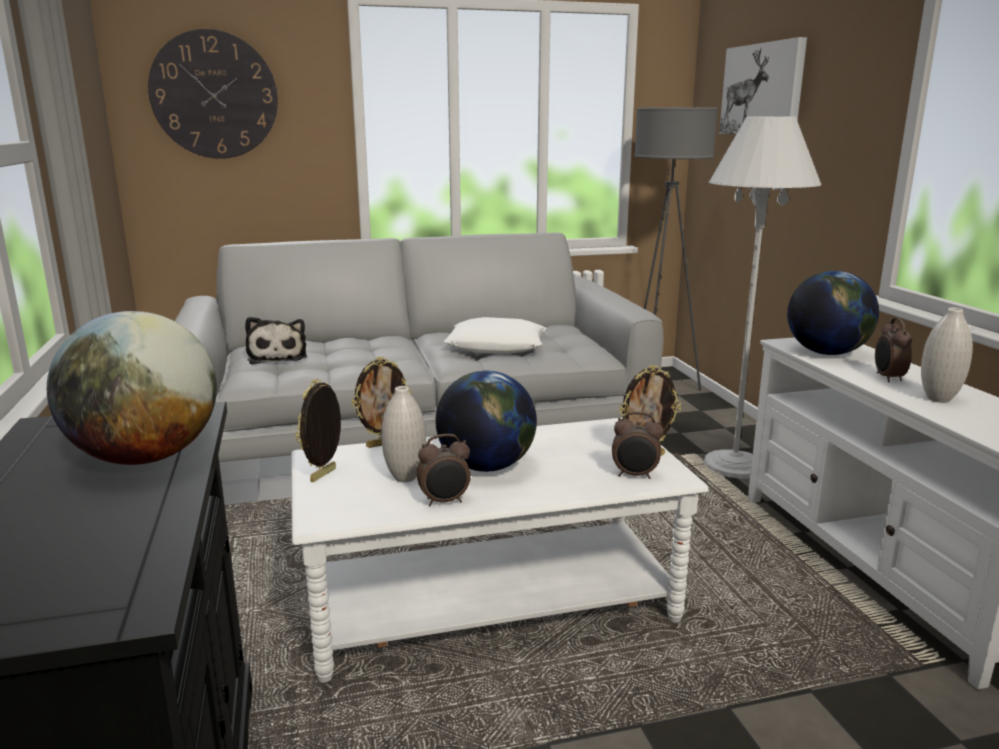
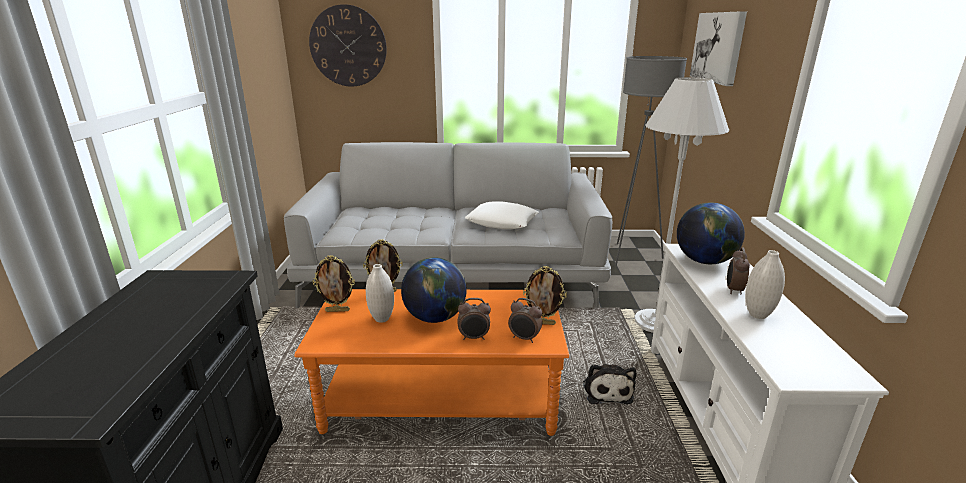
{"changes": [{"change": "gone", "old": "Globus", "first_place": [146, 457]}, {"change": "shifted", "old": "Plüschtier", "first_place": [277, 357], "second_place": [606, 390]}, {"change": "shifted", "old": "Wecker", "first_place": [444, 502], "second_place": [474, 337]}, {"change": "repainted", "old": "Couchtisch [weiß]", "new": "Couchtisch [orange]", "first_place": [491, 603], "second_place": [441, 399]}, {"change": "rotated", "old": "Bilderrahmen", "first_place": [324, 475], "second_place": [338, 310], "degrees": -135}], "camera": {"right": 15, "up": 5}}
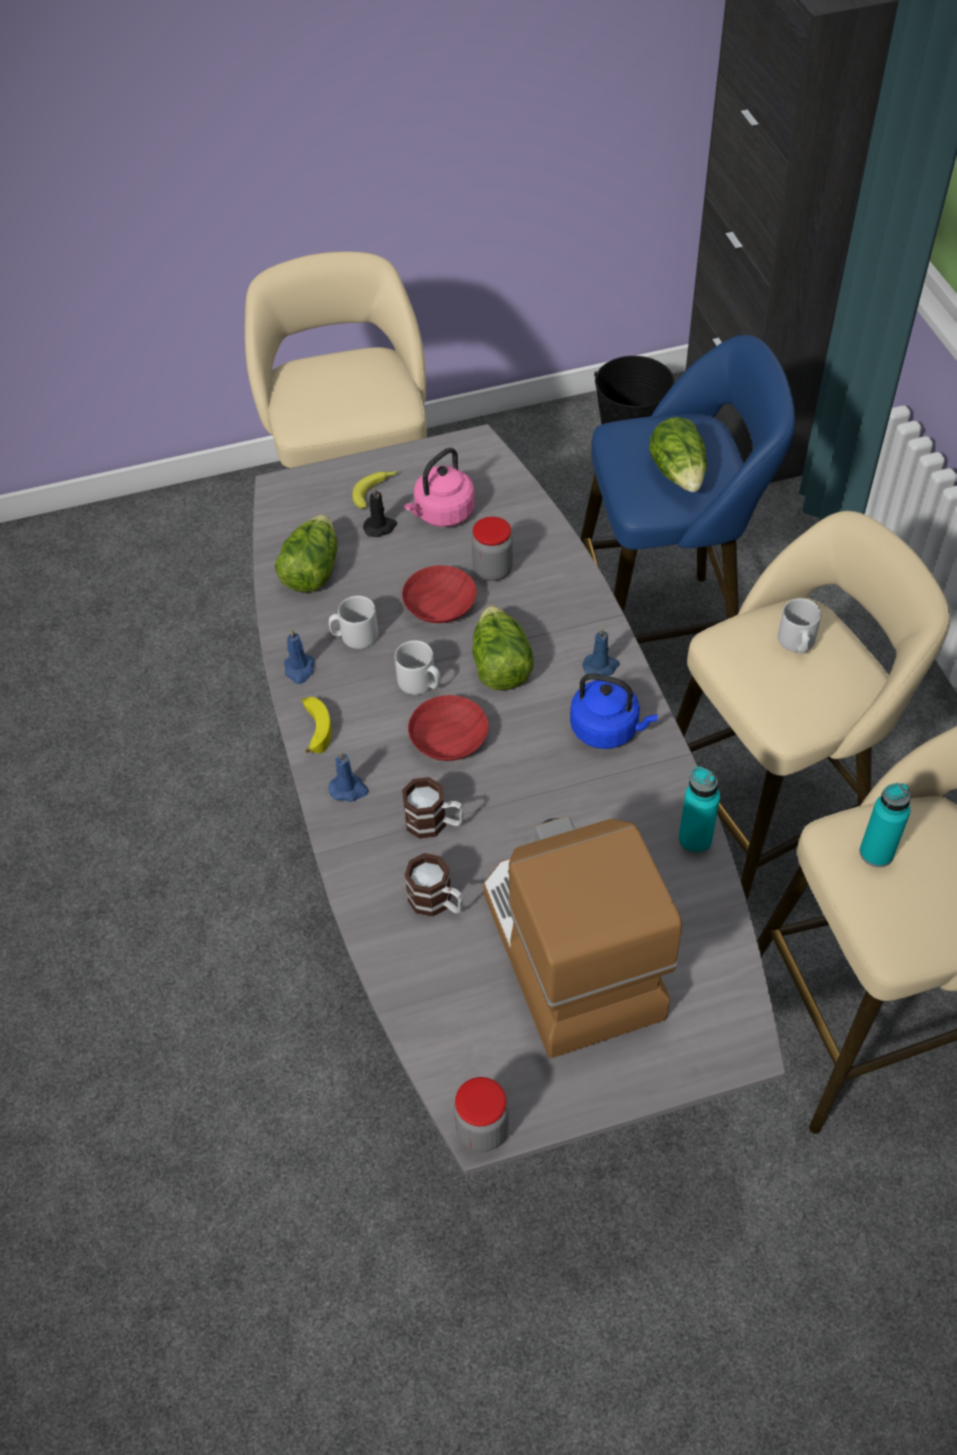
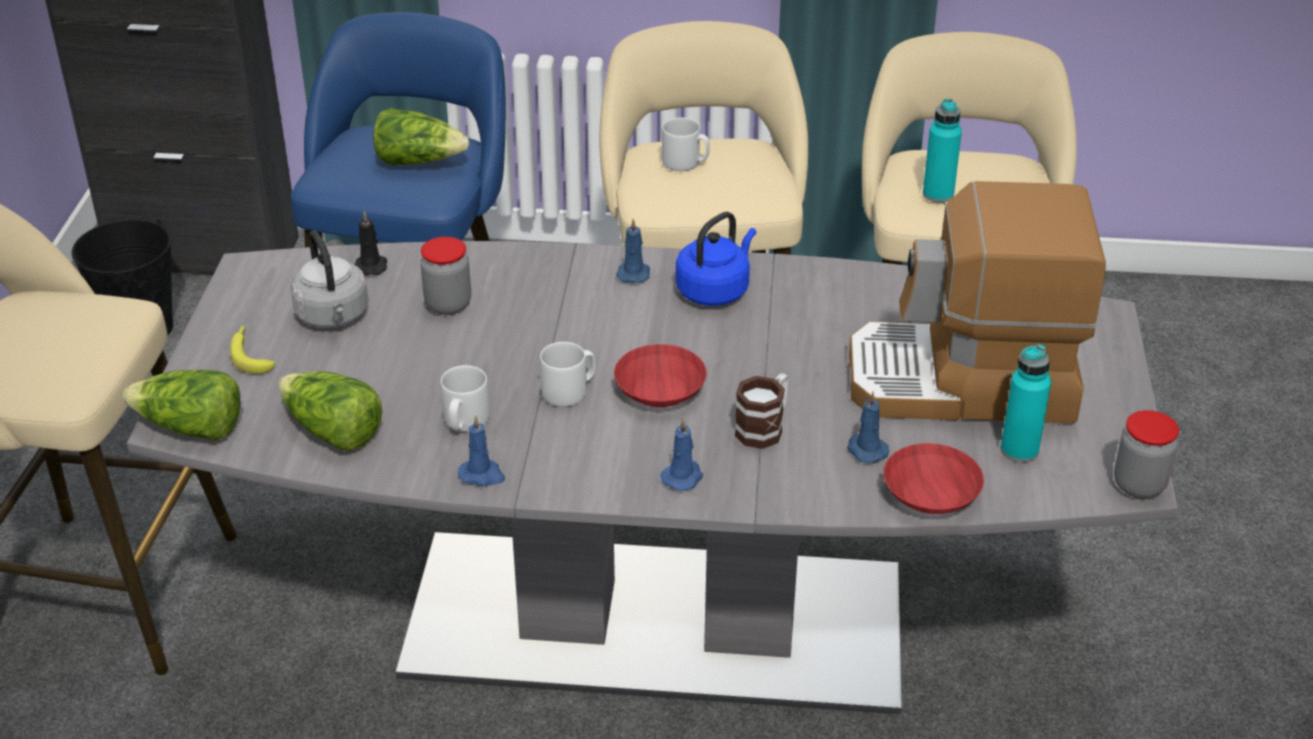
{"changes": [{"change": "gone", "old": "Banane", "first_place": [314, 728]}, {"change": "shifted", "old": "Kerze [schwarz]", "first_place": [380, 527], "second_place": [371, 266]}, {"change": "shifted", "old": "Schüssel [rot]", "first_place": [438, 606], "second_place": [932, 496]}, {"change": "shifted", "old": "Salatkopf", "first_place": [499, 664], "second_place": [191, 428]}, {"change": "shifted", "old": "Flasche [türkis]", "first_place": [695, 840], "second_place": [1019, 450]}, {"change": "swapped", "old": "Henkelbecher", "new": "Kerze [blau]", "first_place": [437, 902], "second_place": [865, 450]}, {"change": "repainted", "old": "Wasserkessel [rosa]", "new": "Wasserkessel [grau]", "first_place": [442, 514], "second_place": [333, 317]}], "camera": {"right": -70, "up": -15}}
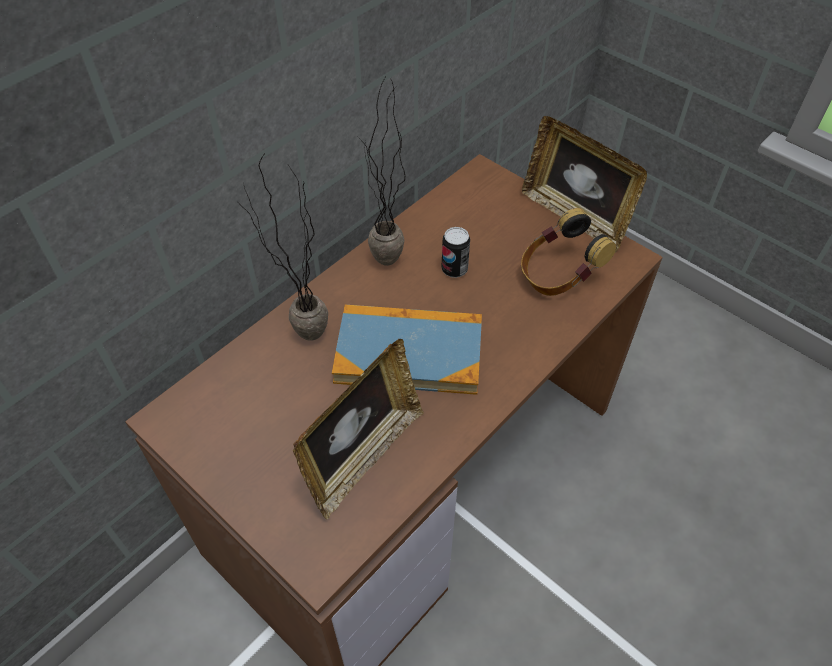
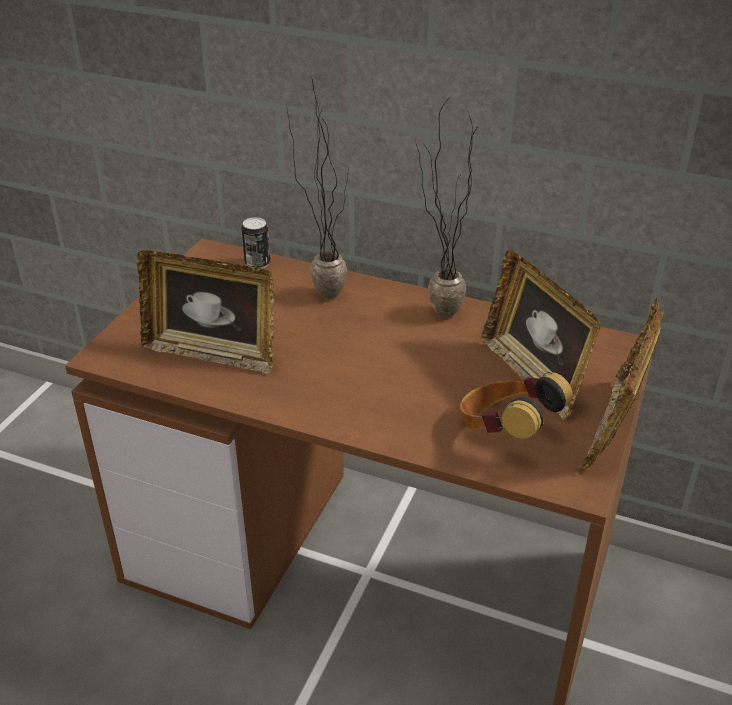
{"changes": [{"change": "gone", "old": "Buch", "first_place": [409, 352]}, {"change": "new", "new": "Bilderrahmen", "second_place": [533, 375]}, {"change": "shifted", "old": "Dose", "first_place": [454, 269], "second_place": [257, 264]}], "camera": {"right": 70, "up": -15}}
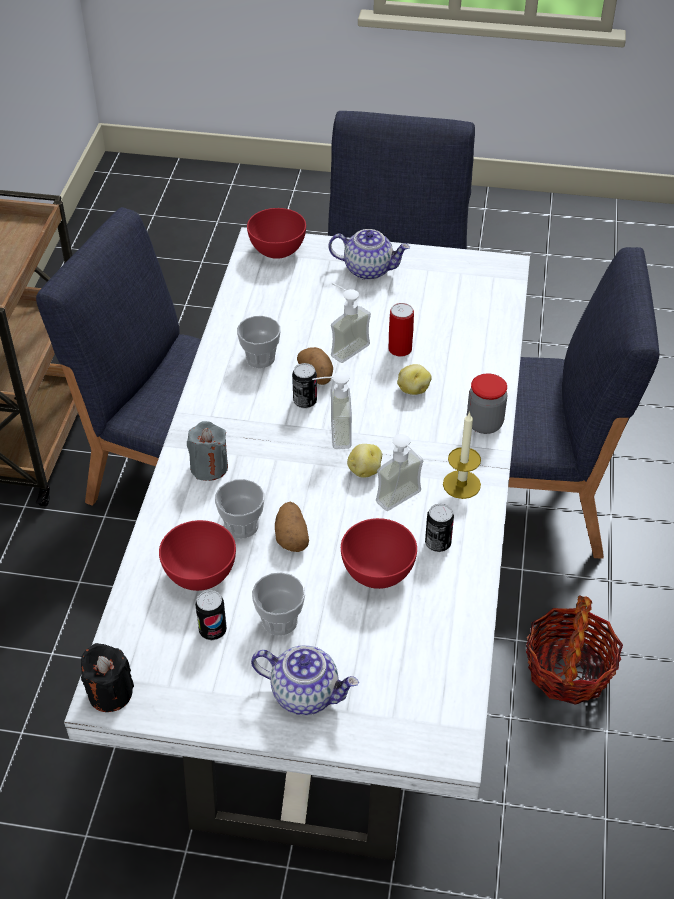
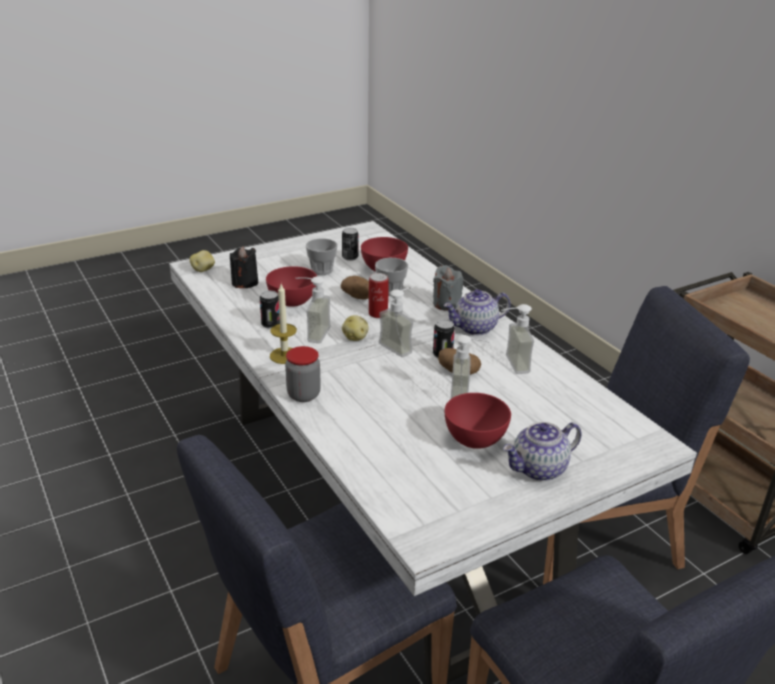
{"changes": [{"change": "gone", "old": "Korb", "first_place": [568, 670]}, {"change": "shifted", "old": "Kerze [schwarz]", "first_place": [110, 693], "second_place": [245, 283]}, {"change": "shifted", "old": "Schüssel [rot]", "first_place": [278, 251], "second_place": [474, 439]}, {"change": "shifted", "old": "Teekanne", "first_place": [306, 693], "second_place": [475, 328]}, {"change": "shifted", "old": "Dose", "first_place": [400, 349], "second_place": [378, 314]}, {"change": "shifted", "old": "Kartoffel", "first_place": [413, 389], "second_place": [203, 270]}, {"change": "swapped", "old": "Tasse", "new": "Seifenspender", "first_place": [260, 358], "second_place": [510, 365]}], "camera": {"right": 140, "up": -15}}
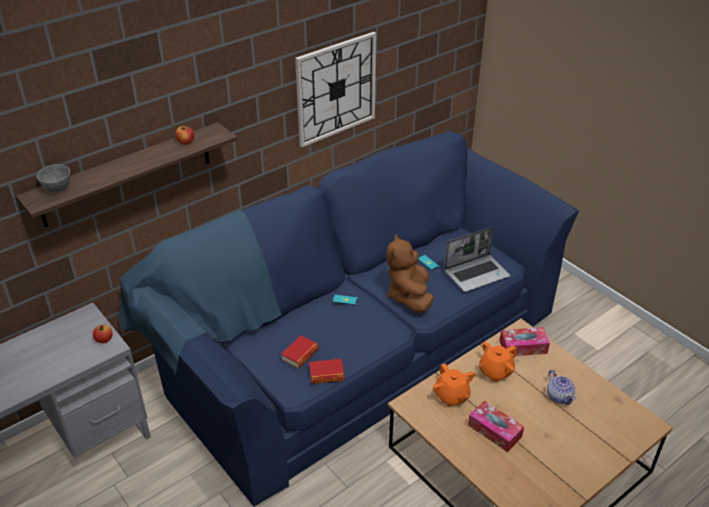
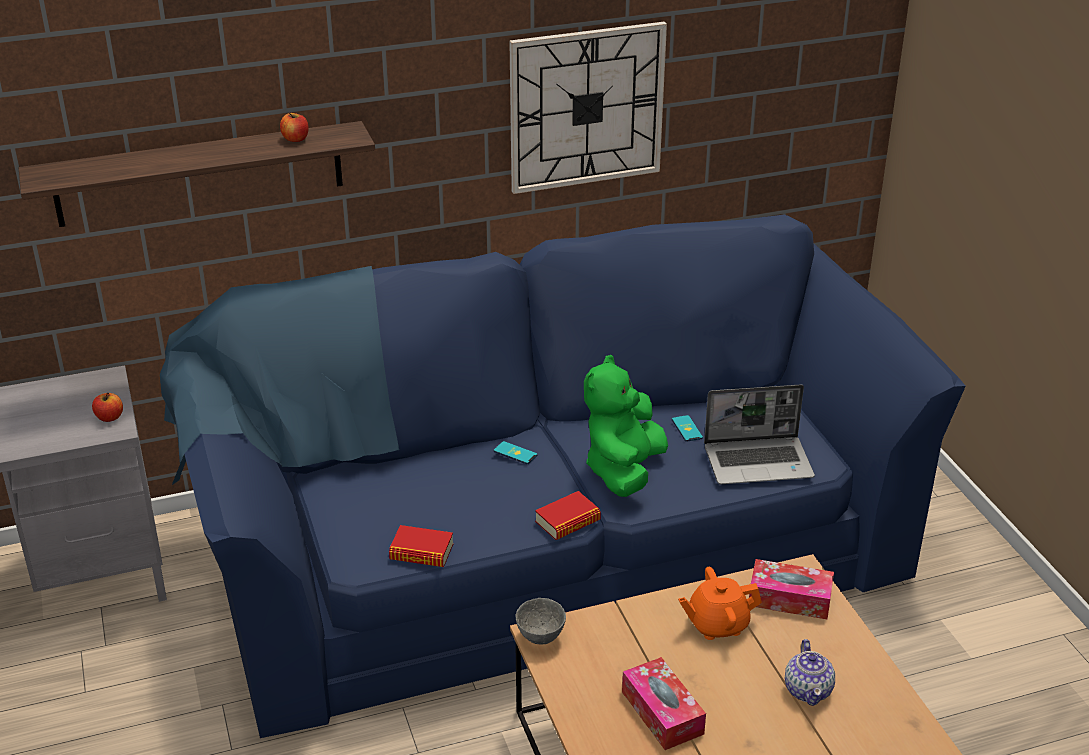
{"changes": [{"change": "gone", "old": "Teekanne [orange]", "first_place": [451, 396]}, {"change": "shifted", "old": "Schüssel [grau]", "first_place": [58, 189], "second_place": [541, 637]}, {"change": "shifted", "old": "Buch", "first_place": [300, 355], "second_place": [567, 521]}, {"change": "repainted", "old": "Plüschtier [braun]", "new": "Plüschtier [grün]", "first_place": [409, 296], "second_place": [624, 471]}], "camera": {"right": 20, "up": -5}}
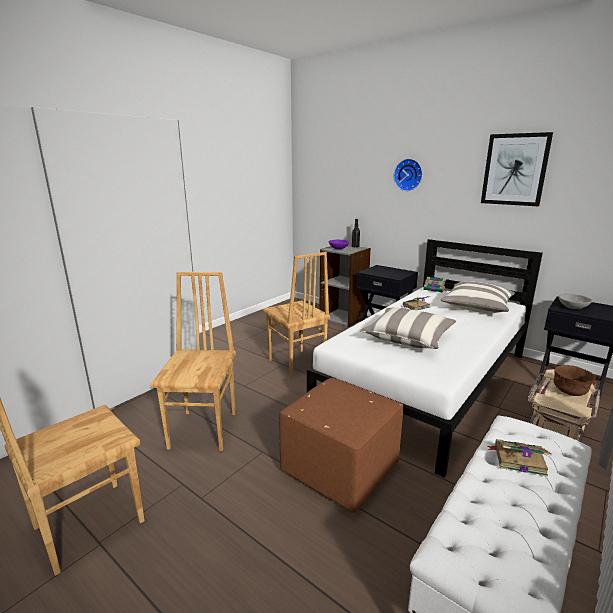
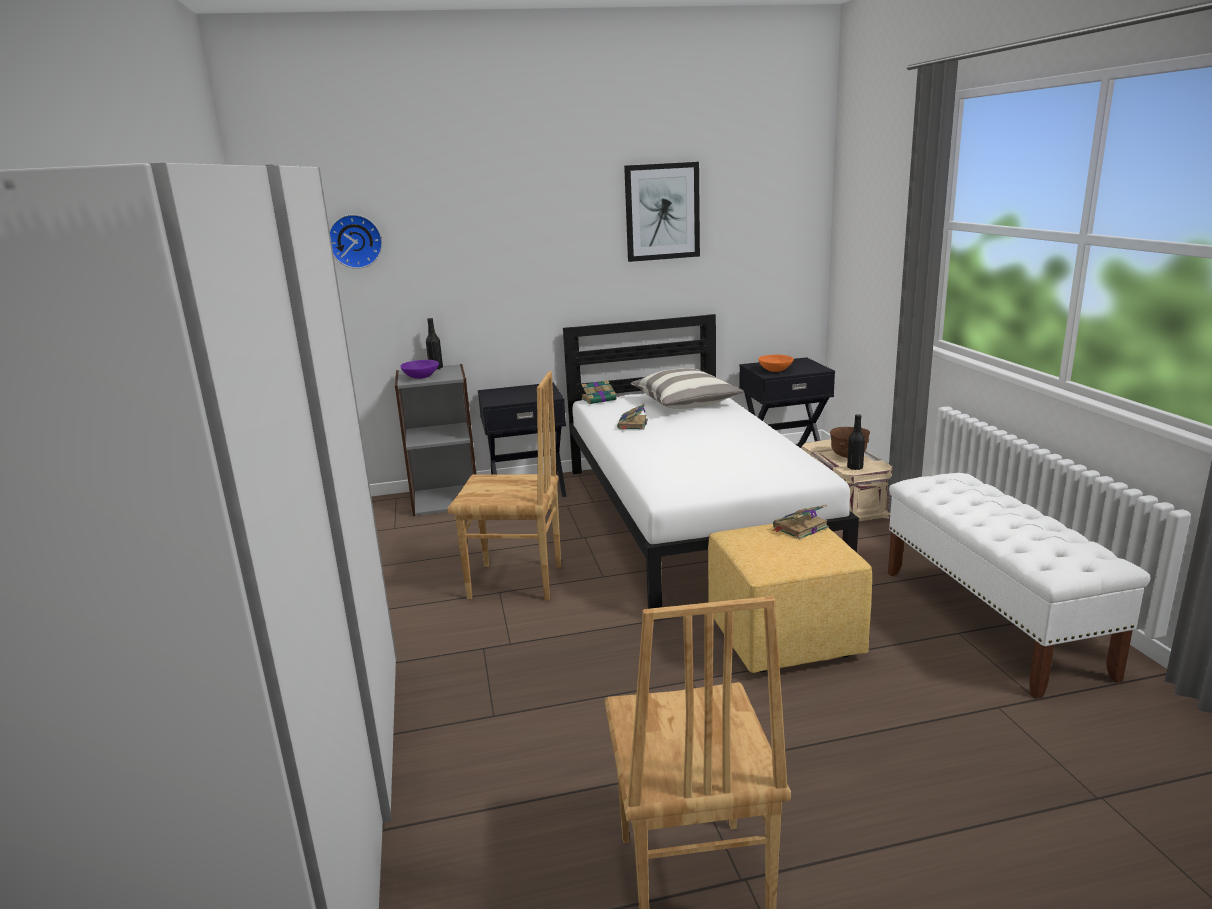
{"changes": [{"change": "gone", "old": "Stuhl [braun]", "first_place": [205, 429]}, {"change": "gone", "old": "Kissen", "first_place": [408, 338]}, {"change": "new", "new": "Flasche [schwarz]", "second_place": [855, 468]}, {"change": "shifted", "old": "Wanduhr", "first_place": [408, 174], "second_place": [355, 241]}, {"change": "shifted", "old": "Buch", "first_place": [518, 459], "second_place": [799, 528]}, {"change": "repainted", "old": "Polsterhocker [braun]", "new": "Polsterhocker [gelb]", "first_place": [341, 469], "second_place": [783, 638]}, {"change": "repainted", "old": "Schüssel [grau]", "new": "Schüssel [orange]", "first_place": [573, 307], "second_place": [775, 370]}], "camera": {"right": -50, "up": 0}}
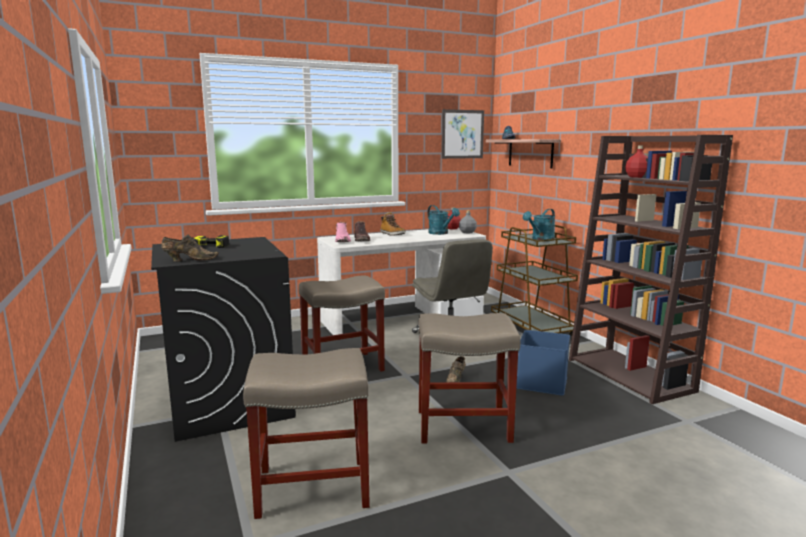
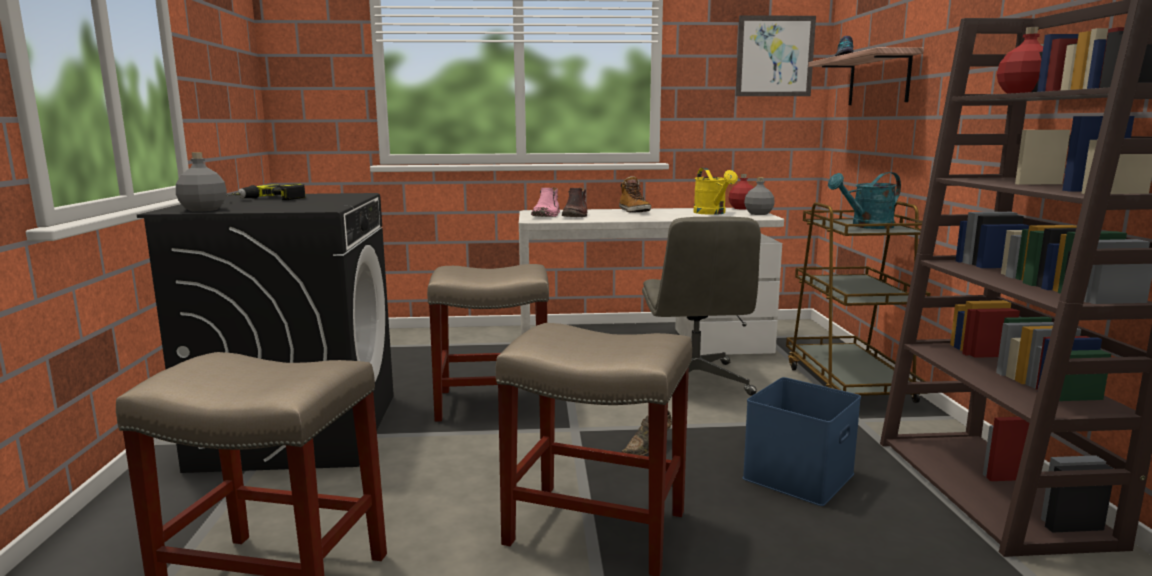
{"changes": [{"change": "swapped", "old": "Schuh [braun]", "new": "Flasche [grau]", "first_place": [189, 260], "second_place": [203, 210]}, {"change": "repainted", "old": "Gießkanne [türkis]", "new": "Gießkanne [gelb]", "first_place": [441, 233], "second_place": [712, 213]}], "camera": {"right": 20, "up": 0}}
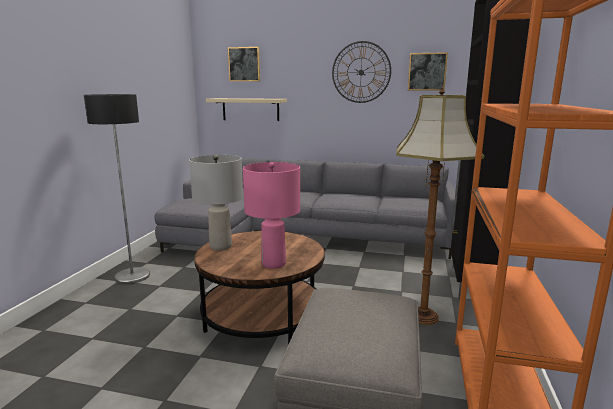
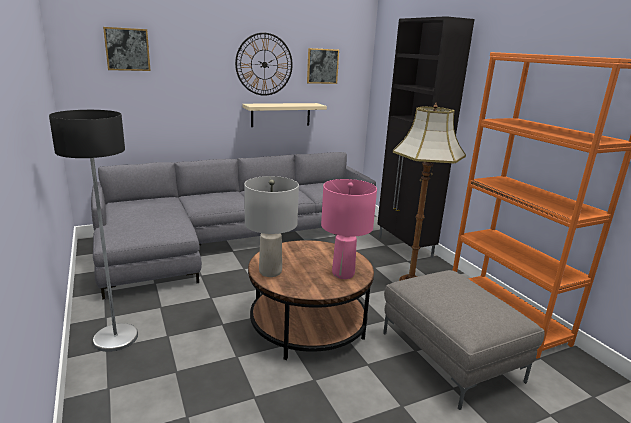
{"changes": [{"change": "shifted", "old": "Wandregal [beige]", "first_place": [250, 109], "second_place": [281, 114]}], "camera": {"right": -40, "up": 5}}
